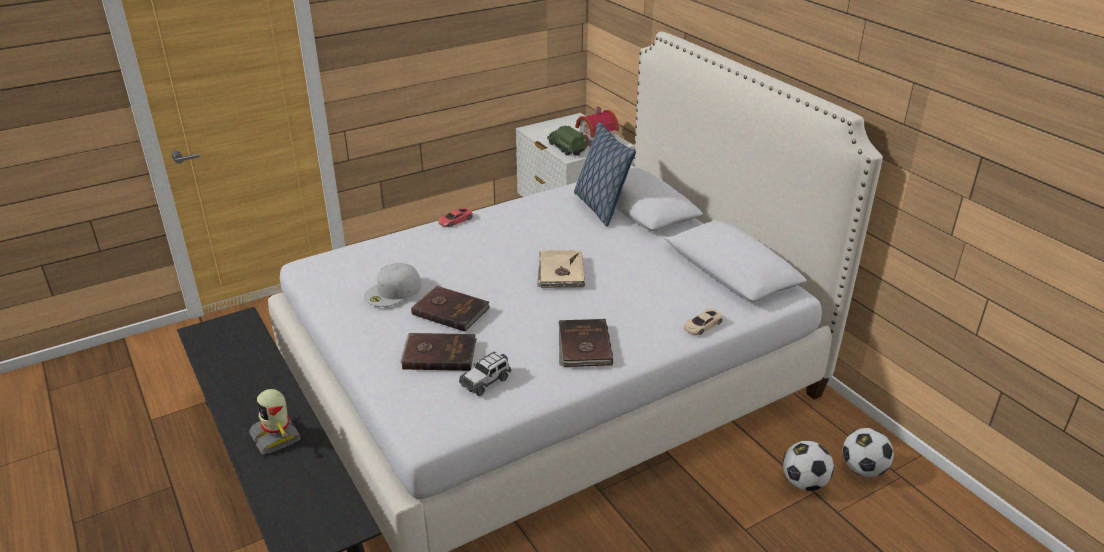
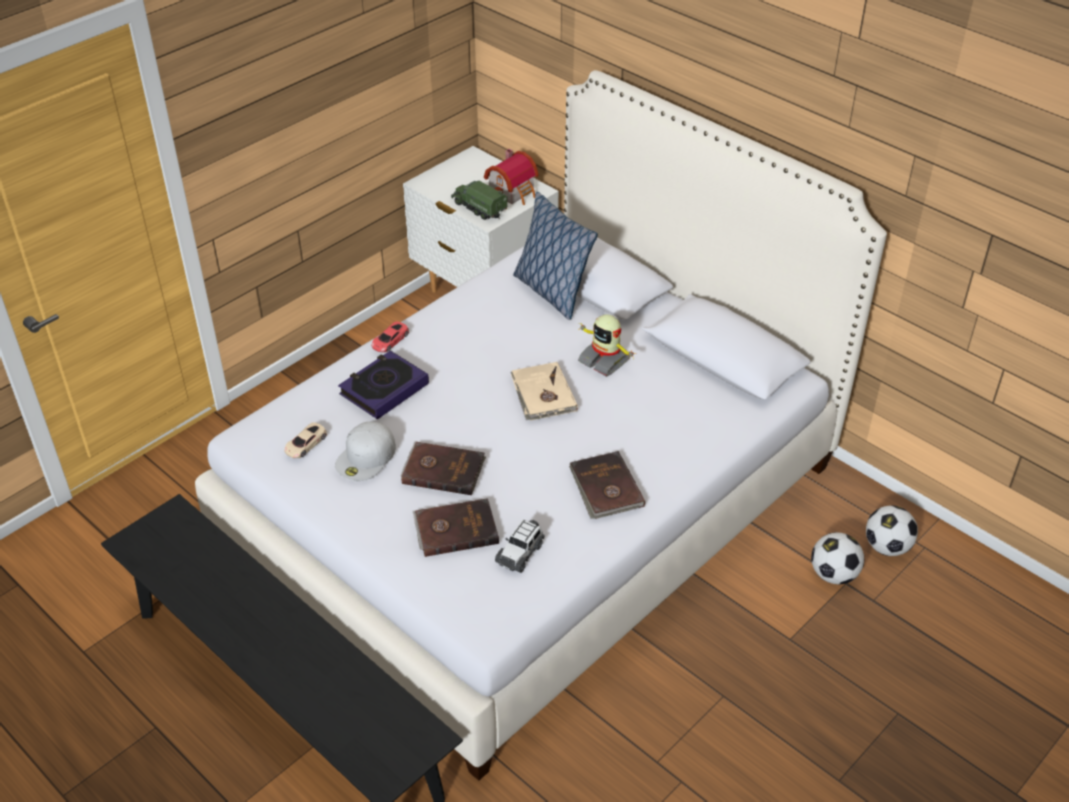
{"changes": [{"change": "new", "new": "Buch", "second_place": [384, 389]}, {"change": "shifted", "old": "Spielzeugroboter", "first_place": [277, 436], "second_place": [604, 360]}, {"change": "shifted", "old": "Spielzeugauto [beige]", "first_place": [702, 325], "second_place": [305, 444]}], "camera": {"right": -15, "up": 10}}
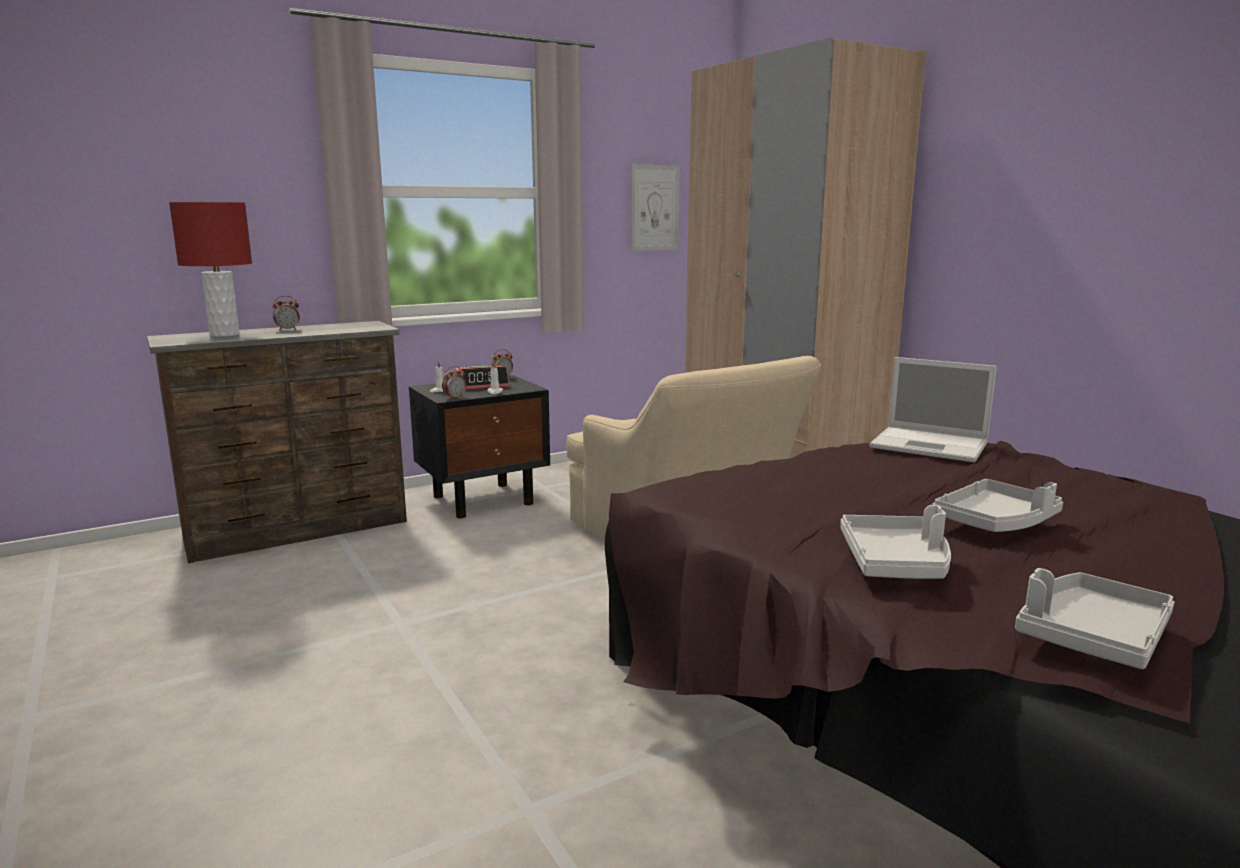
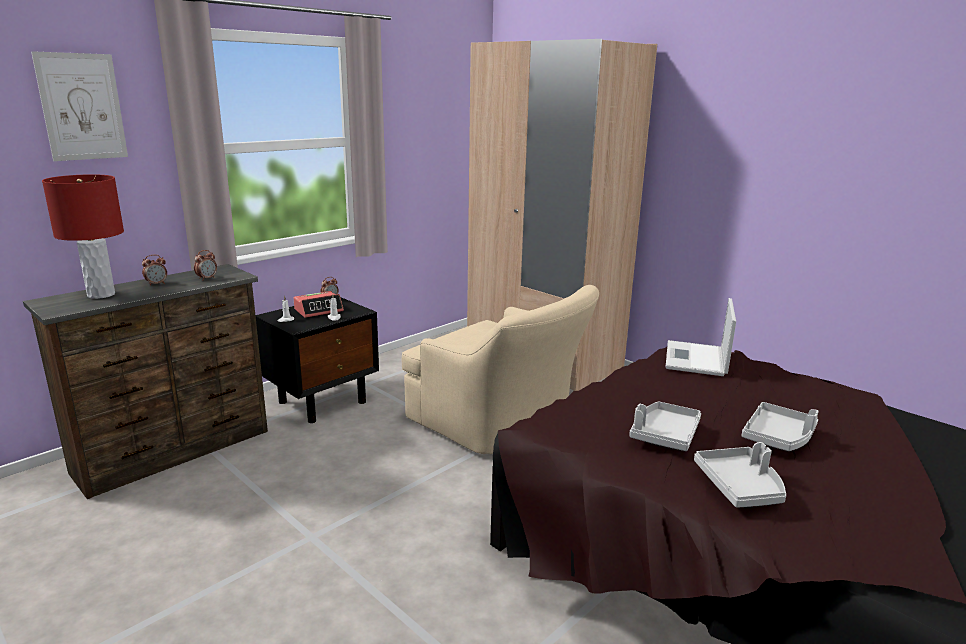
{"changes": [{"change": "shifted", "old": "Wecker", "first_place": [455, 398], "second_place": [207, 278]}, {"change": "shifted", "old": "Bild", "first_place": [654, 208], "second_place": [82, 107]}, {"change": "shifted", "old": "Tablett [grau]", "first_place": [1091, 635], "second_place": [664, 434]}, {"change": "rotated", "old": "Laptop", "first_place": [931, 445], "second_place": [696, 359], "degrees": 90}], "camera": {"right": -15, "up": 5}}
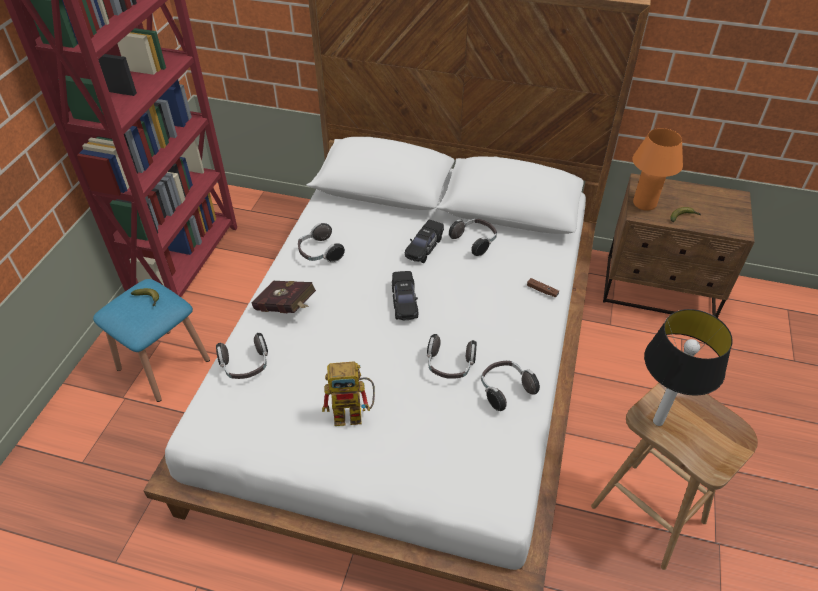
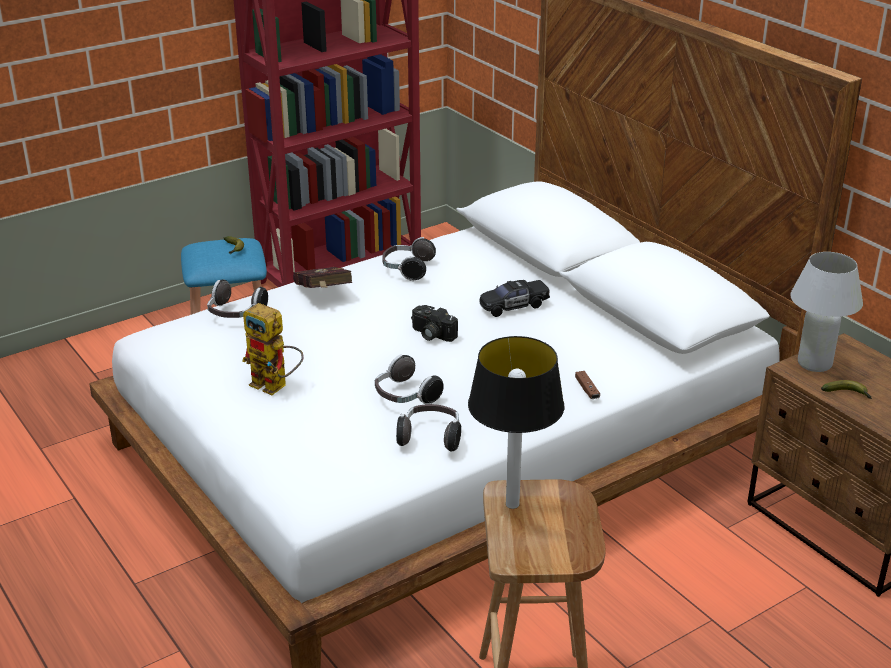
{"changes": [{"change": "gone", "old": "Kopfhörer", "first_place": [474, 242]}, {"change": "swapped", "old": "Spielzeugauto [schwarz]", "new": "Kamera", "first_place": [404, 302], "second_place": [431, 334]}, {"change": "repainted", "old": "Tischlampe [orange]", "new": "Tischlampe [weiß]", "first_place": [644, 204], "second_place": [814, 364]}], "camera": {"right": 40, "up": -15}}
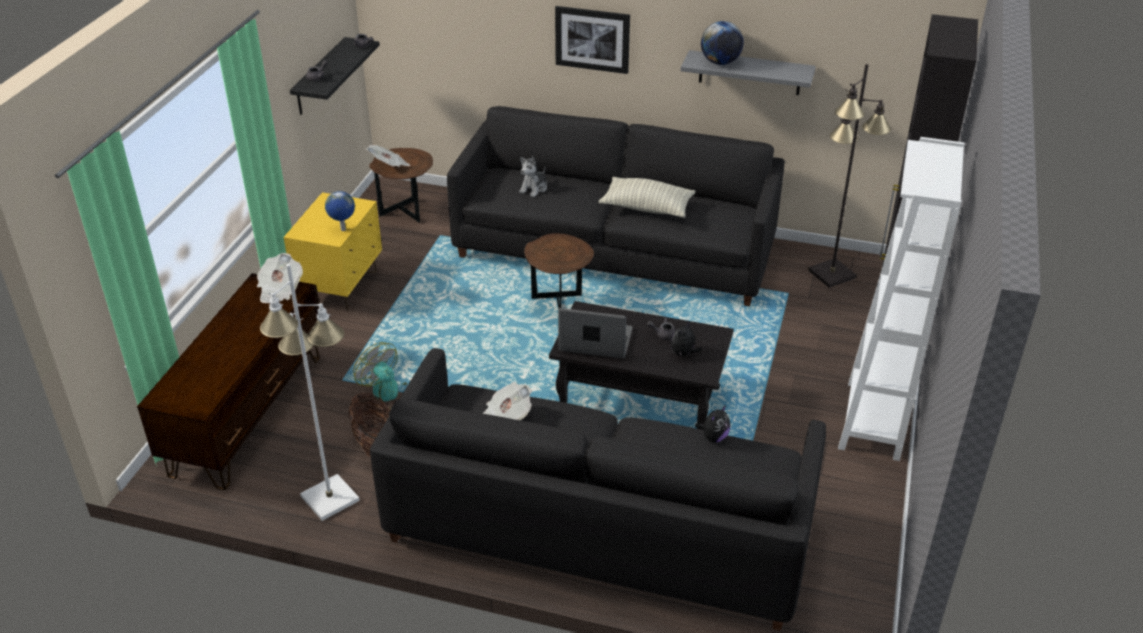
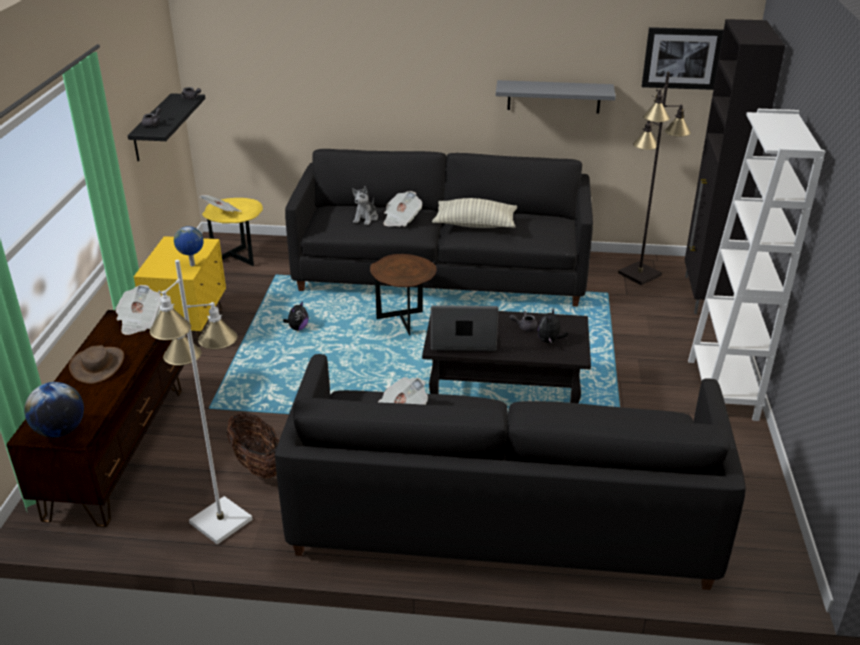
{"changes": [{"change": "gone", "old": "Ventilator", "first_place": [391, 394]}, {"change": "new", "new": "Hut [braun]", "second_place": [98, 365]}, {"change": "new", "new": "Zeitung", "second_place": [401, 219]}, {"change": "shifted", "old": "Bild", "first_place": [592, 39], "second_place": [682, 58]}, {"change": "shifted", "old": "Plüschtier", "first_place": [713, 437], "second_place": [298, 328]}, {"change": "shifted", "old": "Globus", "first_place": [720, 62], "second_place": [60, 431]}, {"change": "repainted", "old": "Beistelltisch [braun]", "new": "Beistelltisch [gelb]", "first_place": [407, 213], "second_place": [239, 259]}], "camera": {"right": -10, "up": -5}}
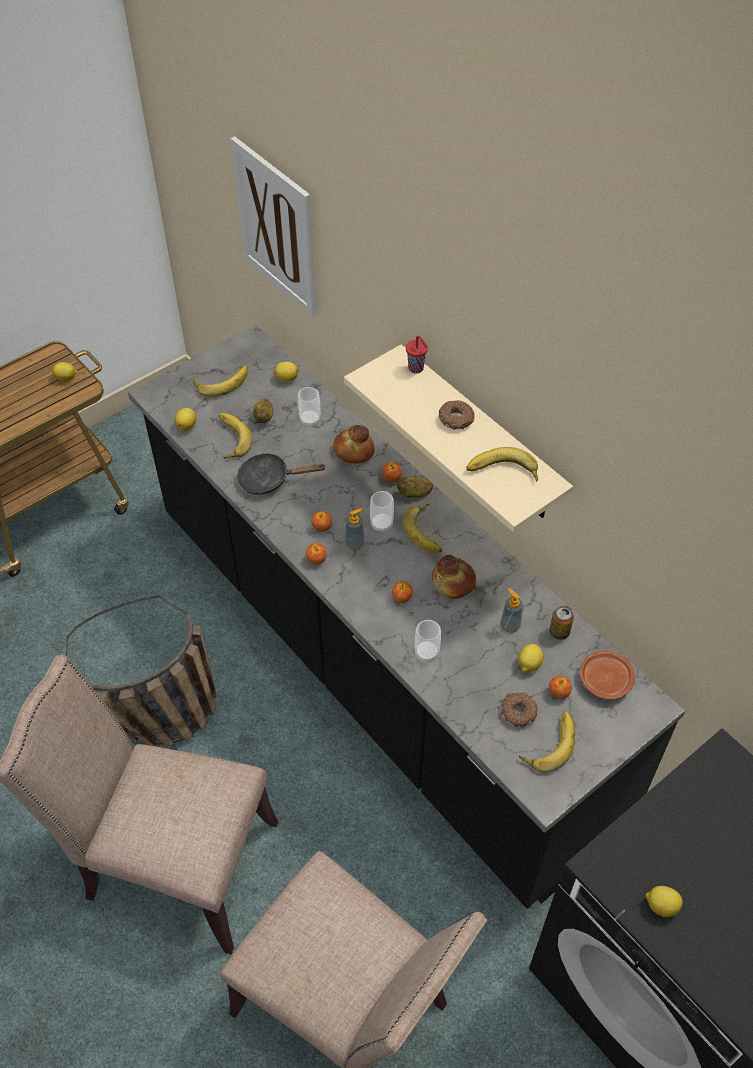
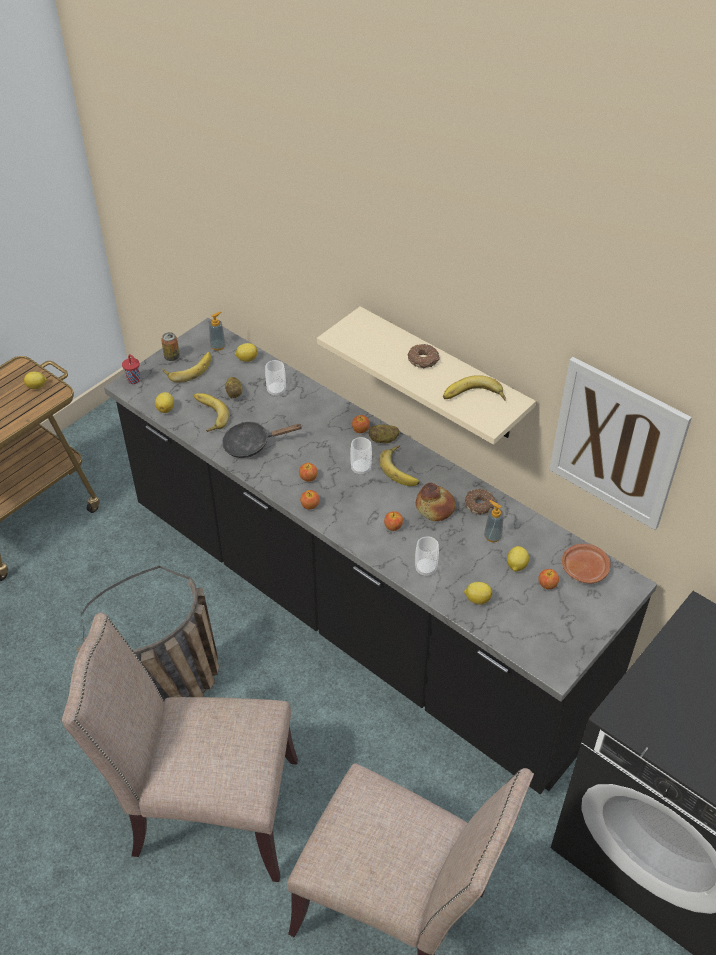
{"changes": [{"change": "gone", "old": "Brot", "first_place": [353, 451]}, {"change": "gone", "old": "Banane", "first_place": [548, 742]}, {"change": "shifted", "old": "Bild", "first_place": [276, 228], "second_place": [616, 444]}, {"change": "shifted", "old": "Seifenspender", "first_place": [355, 544], "second_place": [218, 346]}, {"change": "shifted", "old": "Tasse [rot]", "first_place": [416, 369], "second_place": [134, 380]}, {"change": "shifted", "old": "Donut", "first_place": [518, 712], "second_place": [479, 504]}, {"change": "shifted", "old": "Dose", "first_place": [559, 632], "second_place": [172, 357]}, {"change": "shifted", "old": "Zitrone", "first_place": [661, 905], "second_place": [477, 599]}], "camera": {"right": -10, "up": -5}}
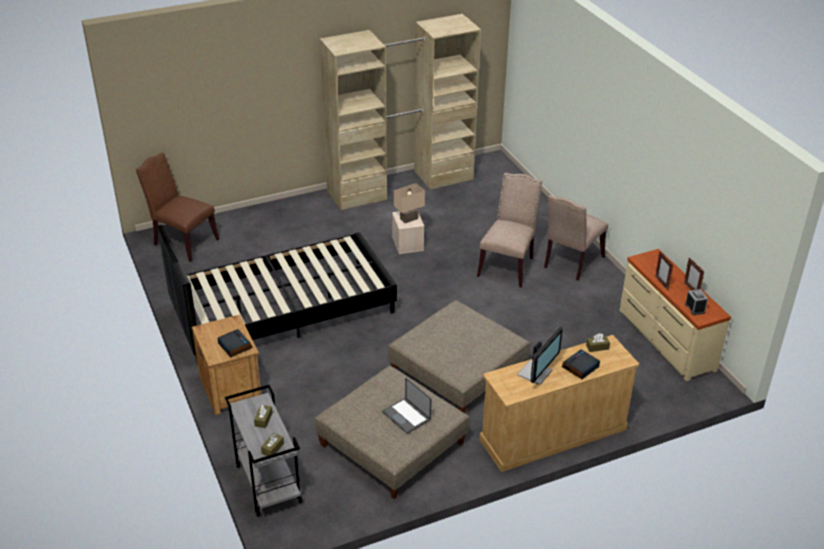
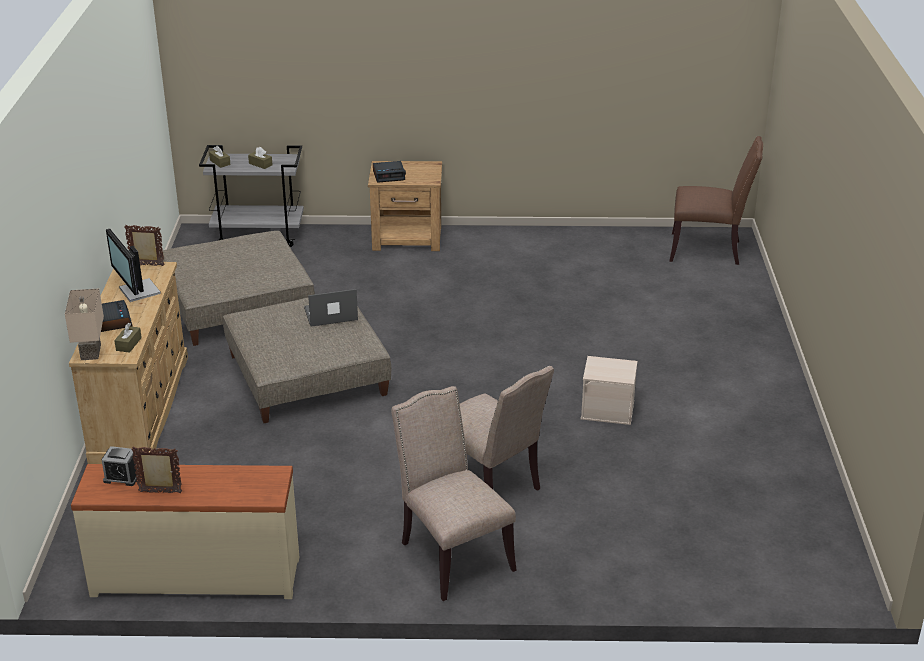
{"changes": [{"change": "gone", "old": "Bett [schwarz]", "first_place": [283, 310]}, {"change": "gone", "old": "Kleiderschrank [beige]", "first_place": [401, 184]}, {"change": "shifted", "old": "Laptop", "first_place": [407, 416], "second_place": [330, 314]}, {"change": "shifted", "old": "Tischlampe [beige]", "first_place": [408, 218], "second_place": [92, 352]}, {"change": "shifted", "old": "Bilderrahmen", "first_place": [661, 283], "second_place": [147, 265]}, {"change": "rotated", "old": "Stuhl [braun]", "first_place": [183, 242], "second_place": [708, 250], "degrees": 45}], "camera": {"right": 115, "up": -5}}
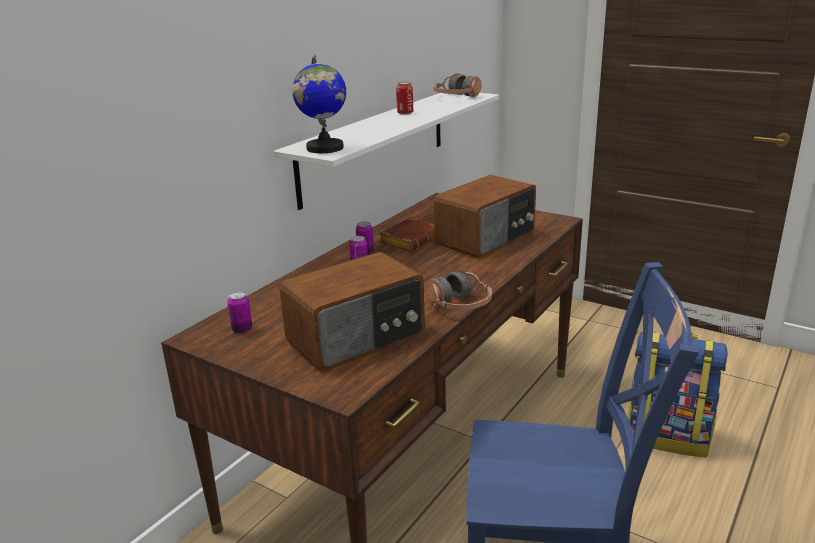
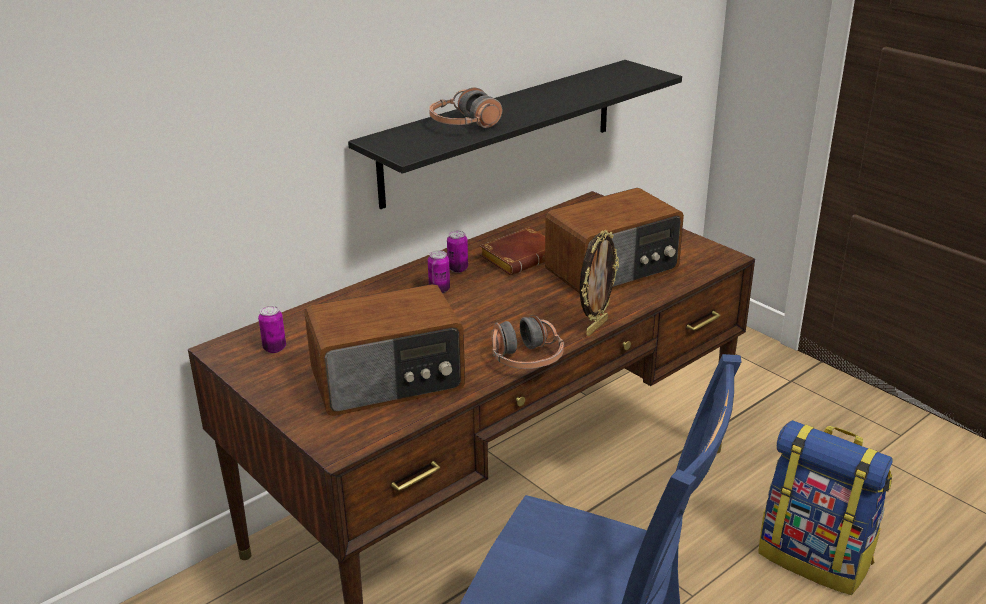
{"changes": [{"change": "gone", "old": "Globus", "first_place": [324, 148]}, {"change": "gone", "old": "Dose", "first_place": [405, 113]}, {"change": "new", "new": "Bilderrahmen", "second_place": [595, 327]}, {"change": "shifted", "old": "Kopfhörer", "first_place": [456, 97], "second_place": [464, 124]}, {"change": "repainted", "old": "Wandregal [weiß]", "new": "Wandregal [schwarz]", "first_place": [375, 145], "second_place": [500, 131]}], "camera": {"right": 15, "up": 5}}
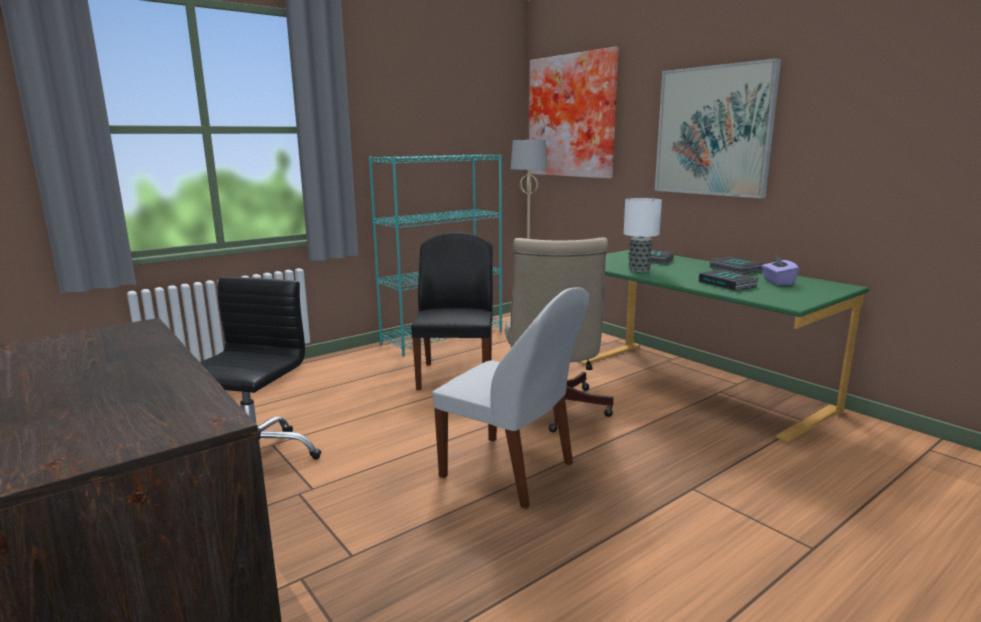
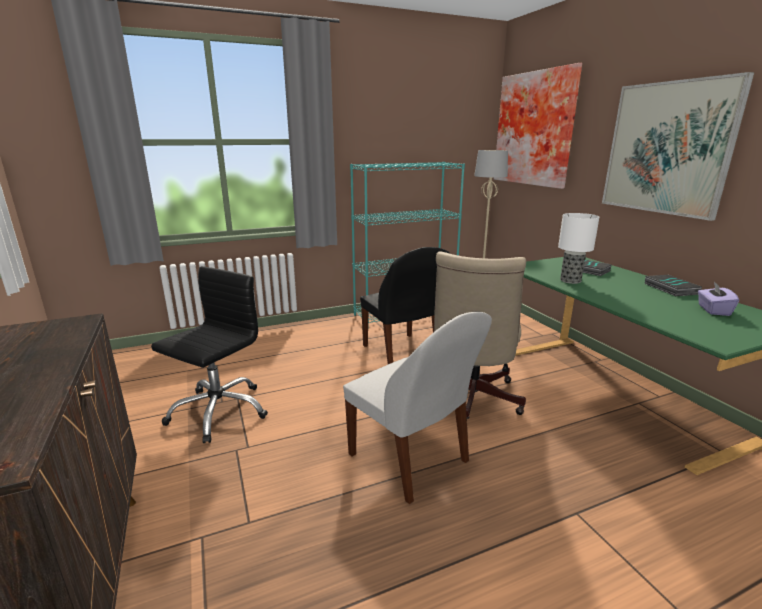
{"changes": [{"change": "gone", "old": "Buch", "first_place": [728, 284]}, {"change": "rotated", "old": "Stuhl [schwarz]", "first_place": [456, 376], "second_place": [401, 353], "degrees": 135}], "camera": {"right": 15, "up": 5}}
